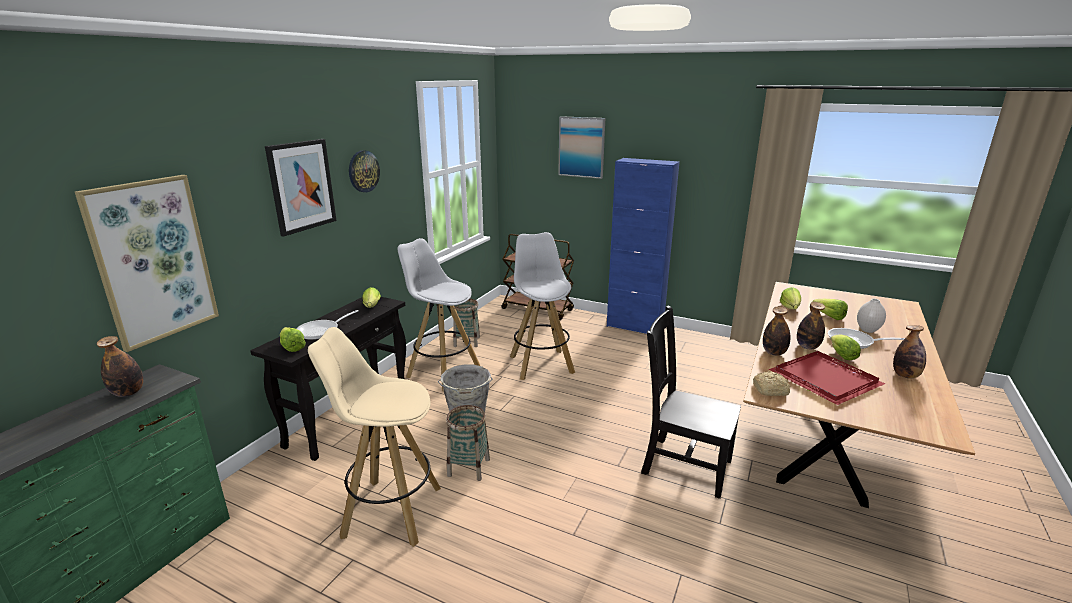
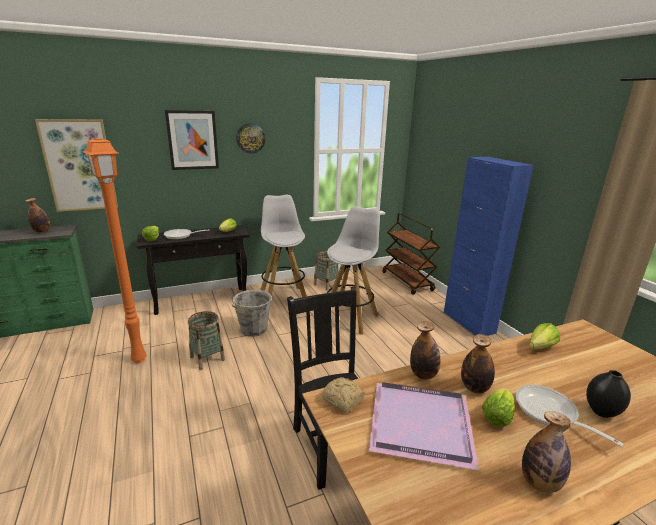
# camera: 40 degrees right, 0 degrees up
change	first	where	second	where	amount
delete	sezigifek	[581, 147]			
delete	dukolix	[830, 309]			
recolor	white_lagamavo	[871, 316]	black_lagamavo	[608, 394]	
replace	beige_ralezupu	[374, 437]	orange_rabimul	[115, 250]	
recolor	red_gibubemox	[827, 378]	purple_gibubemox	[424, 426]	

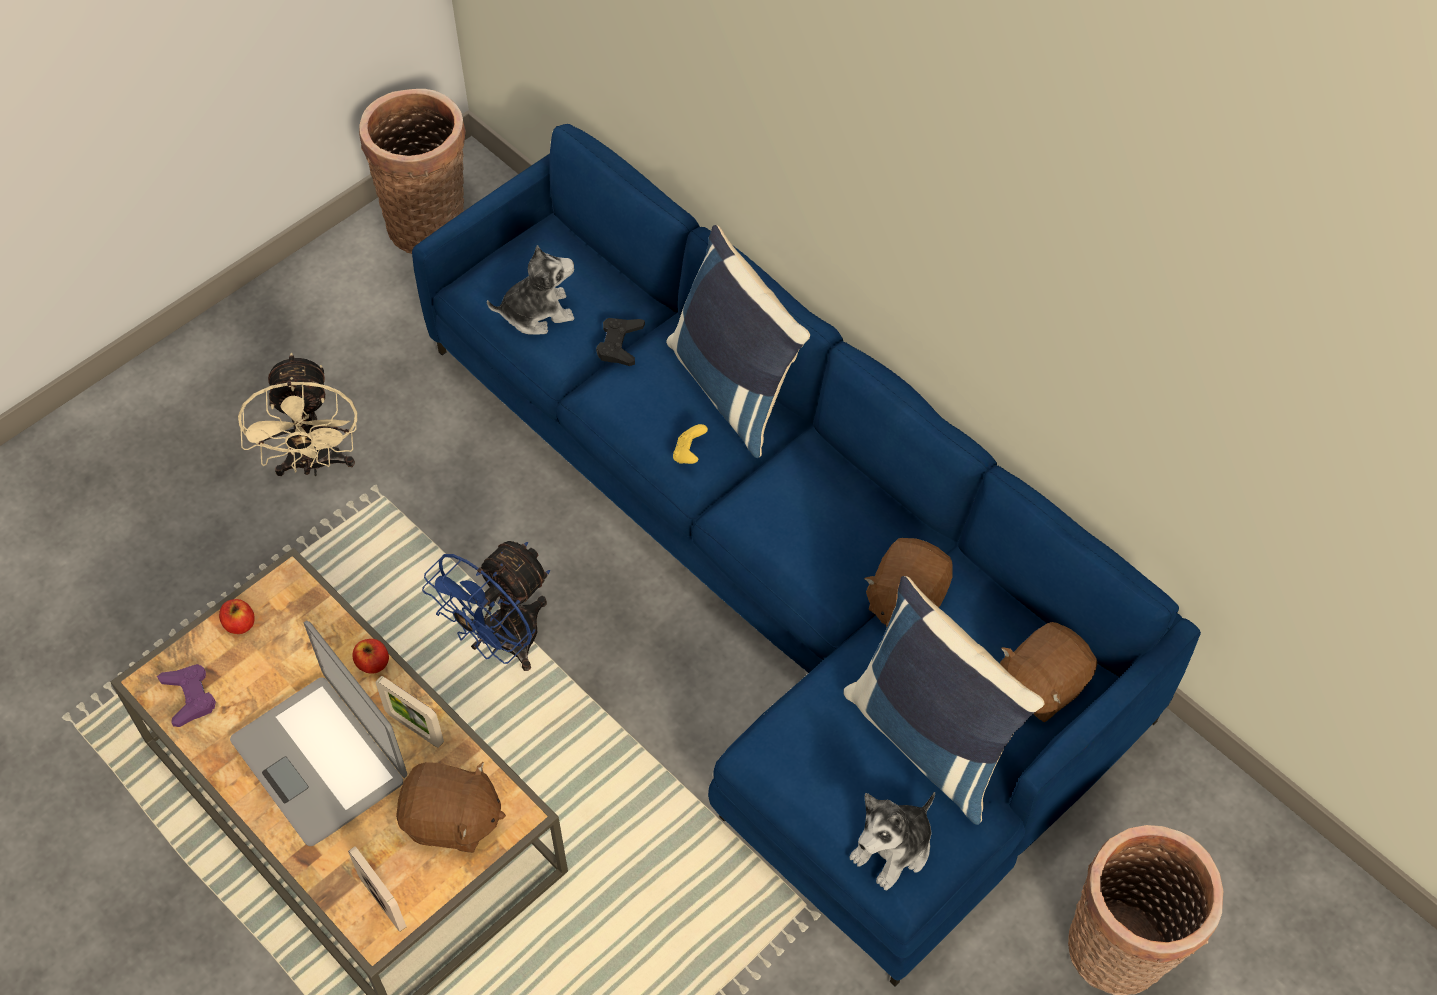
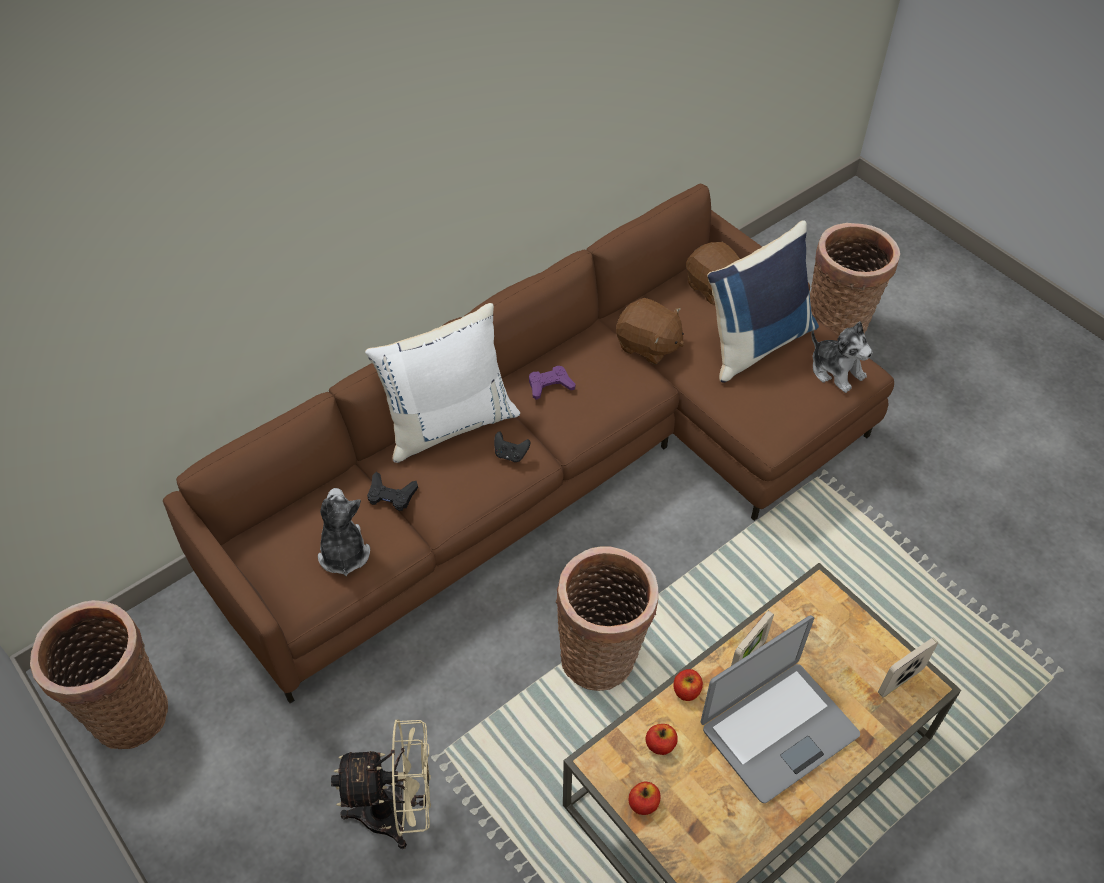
# camera: 85 degrees left, 5 degrees down
change	first	where	second	where	amount
recolor	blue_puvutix	[806, 555]	brown_puvutix	[528, 443]	
recolor	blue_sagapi	[738, 341]	white_sagapi	[442, 383]	
recolor	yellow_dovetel	[690, 444]	black_dovetel	[512, 446]	
replace	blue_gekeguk	[486, 606]	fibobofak	[607, 619]	
move	purple_dovetel	[186, 695]		[552, 383]	
delete	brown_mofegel	[451, 807]			
insert			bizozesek	[662, 739]	

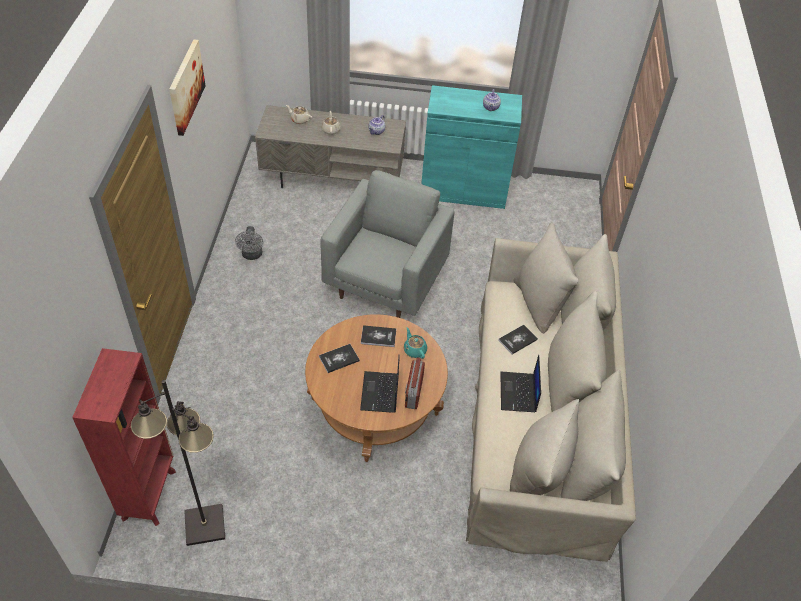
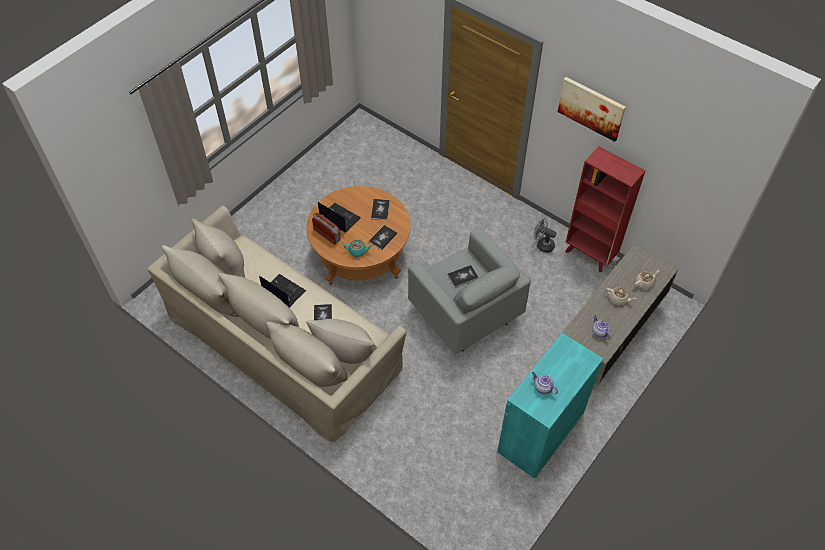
# camera: 125 degrees right, 5 degrees up
change	first	where	second	where	amount
move	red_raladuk	[124, 437]		[605, 209]	
delete	black_rabimul	[178, 463]			
insert			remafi	[463, 276]	

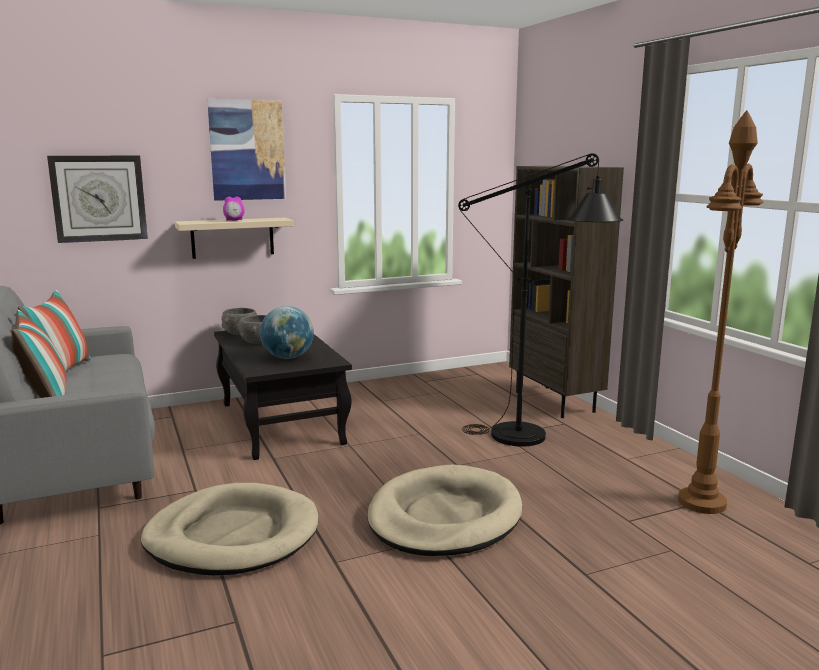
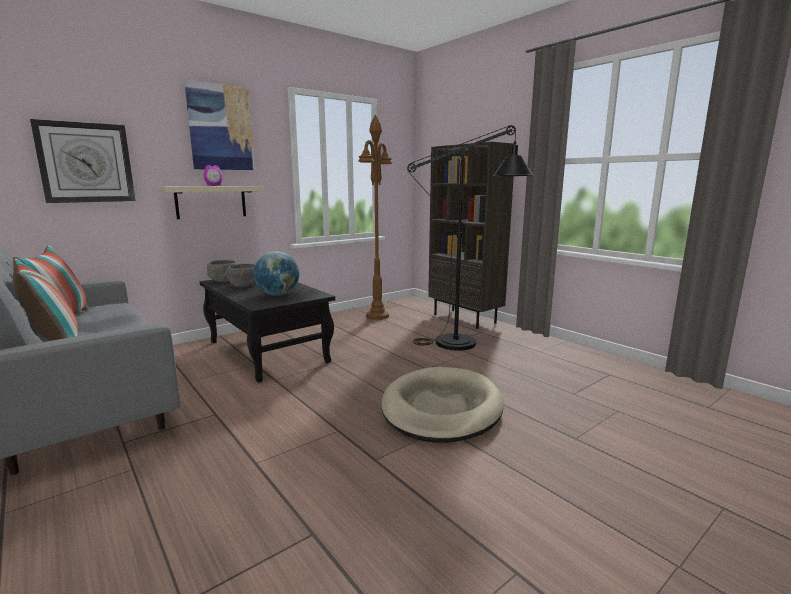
# camera: 15 degrees left, 0 degrees up
change	first	where	second	where	amount
move	brown_rabimul	[720, 312]		[375, 217]	
delete	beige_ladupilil	[229, 529]			

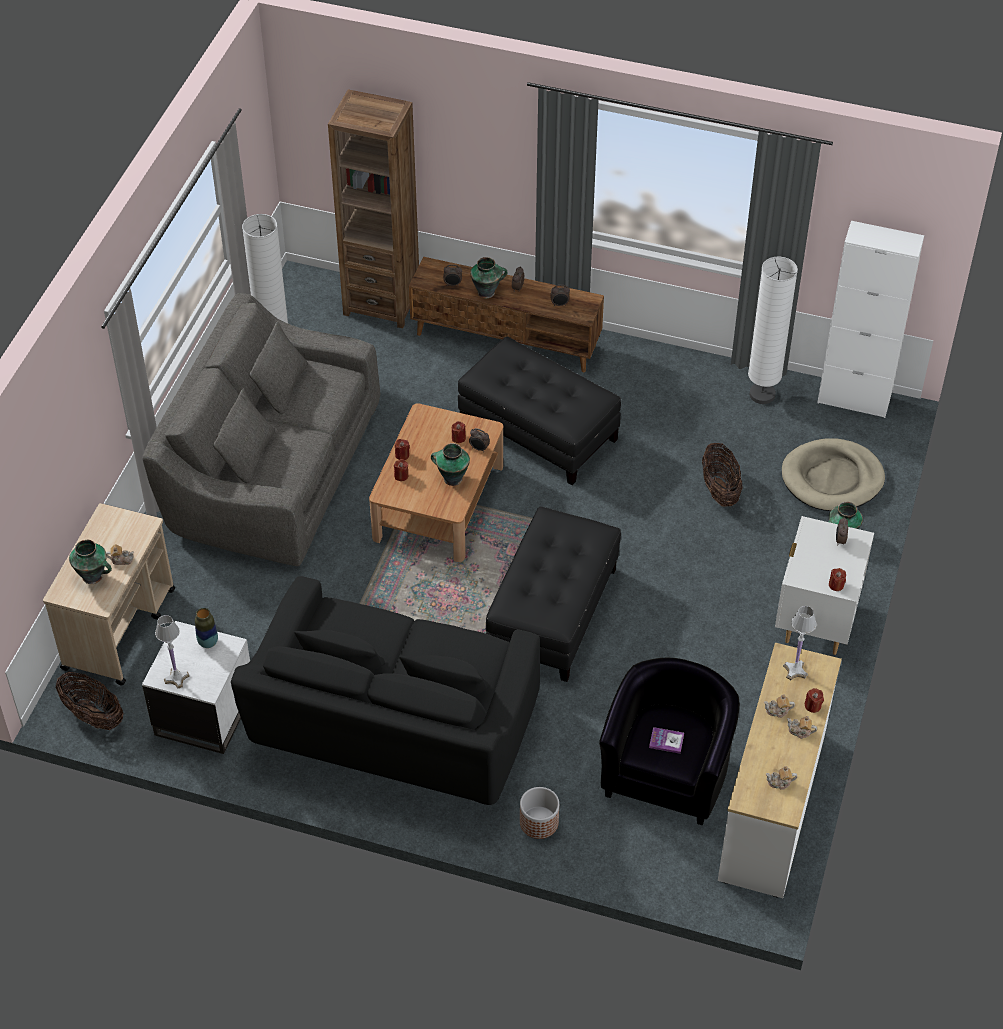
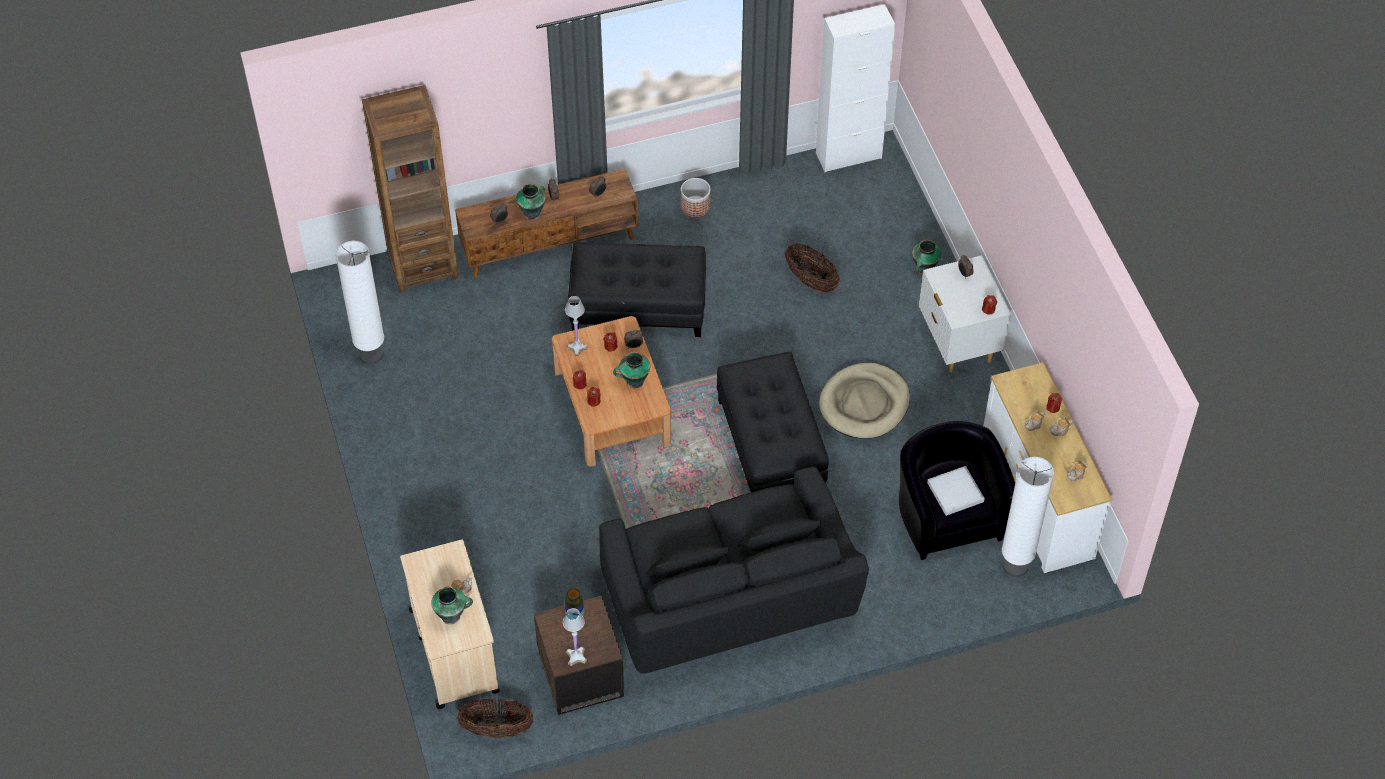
# camera: 35 degrees left, 5 degrees up
change	first	where	second	where	amount
move	white_rabimul	[773, 330]		[1028, 517]	
delete	grey_puvutix	[261, 429]			
move	beige_ladupilil	[833, 474]		[864, 401]	
move	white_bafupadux	[800, 643]		[576, 326]	
recolor	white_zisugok	[196, 687]	brown_zisugok	[579, 655]	
replace	remafi	[666, 740]	white_gibubemox	[956, 491]	
move	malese	[539, 813]		[696, 198]	

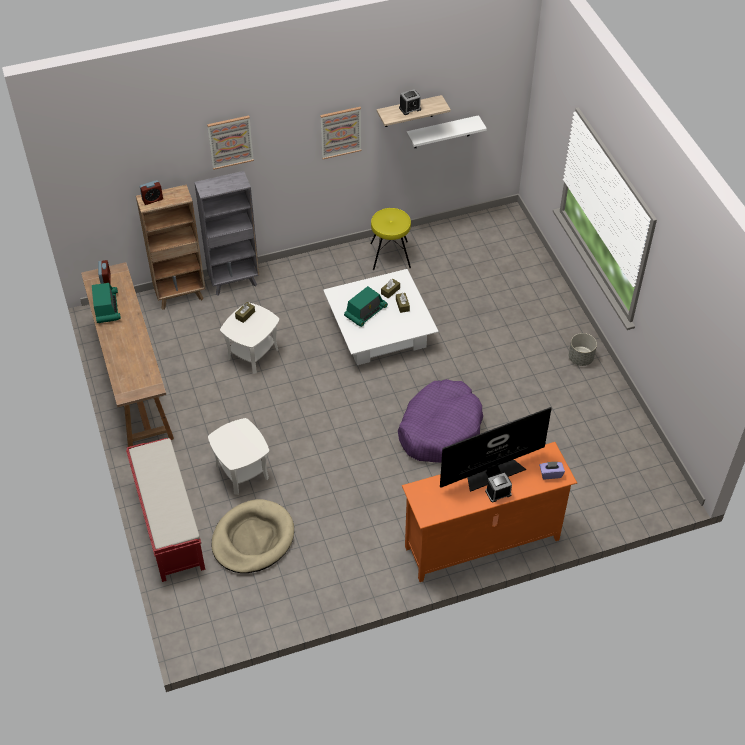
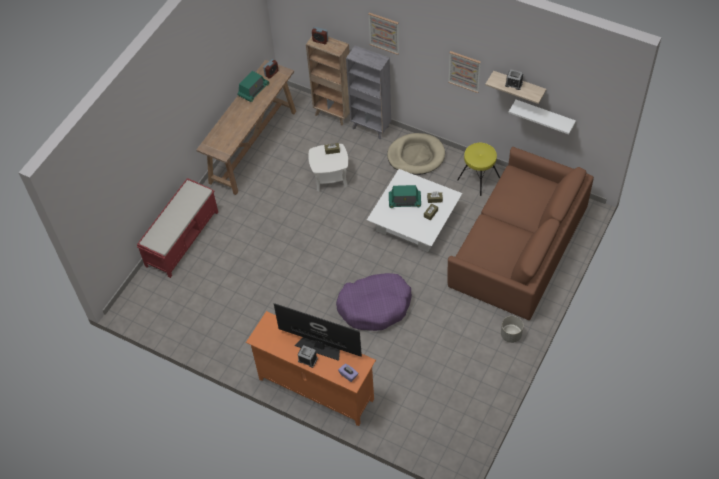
# camera: 50 degrees right, 5 degrees up
change	first	where	second	where	amount
delete	white_zisugok	[238, 456]			
move	beige_ladupilil	[253, 536]		[416, 154]	
insert			brown_puvutix	[520, 233]	

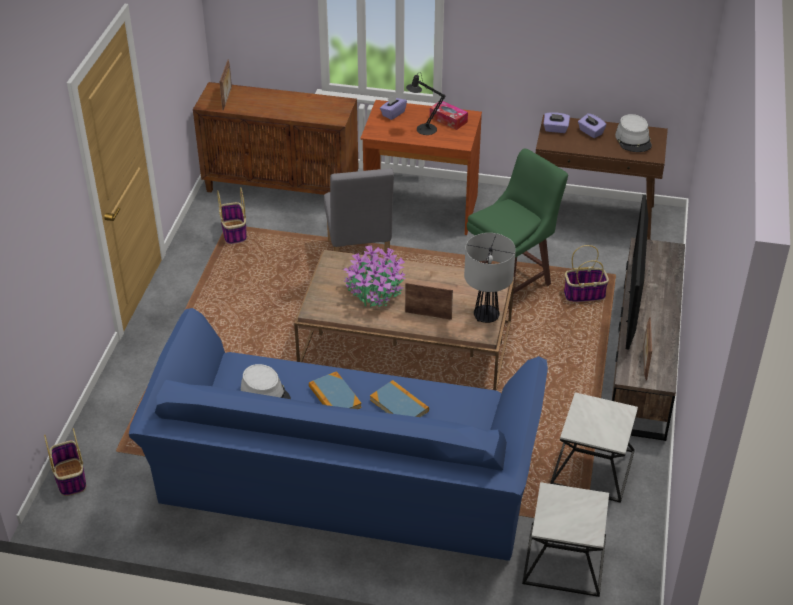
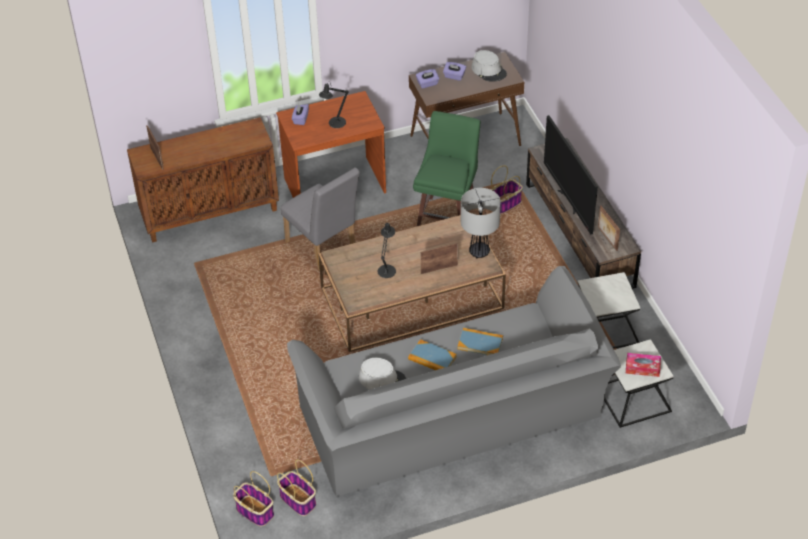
# camera: 30 degrees left, 5 degrees up
change	first	where	second	where	amount
move	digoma	[449, 115]		[643, 365]	
move	fibobofak	[232, 215]		[296, 487]	
replace	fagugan	[375, 276]	black_bafupadux	[387, 250]	
recolor	blue_puvutix	[338, 434]	grey_puvutix	[454, 381]	

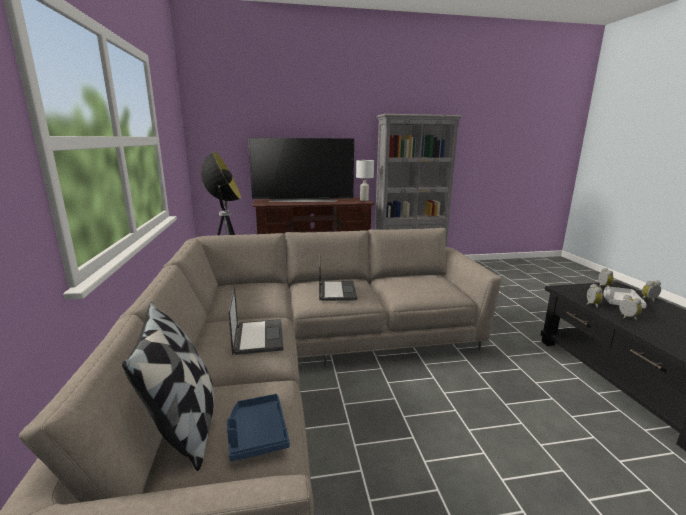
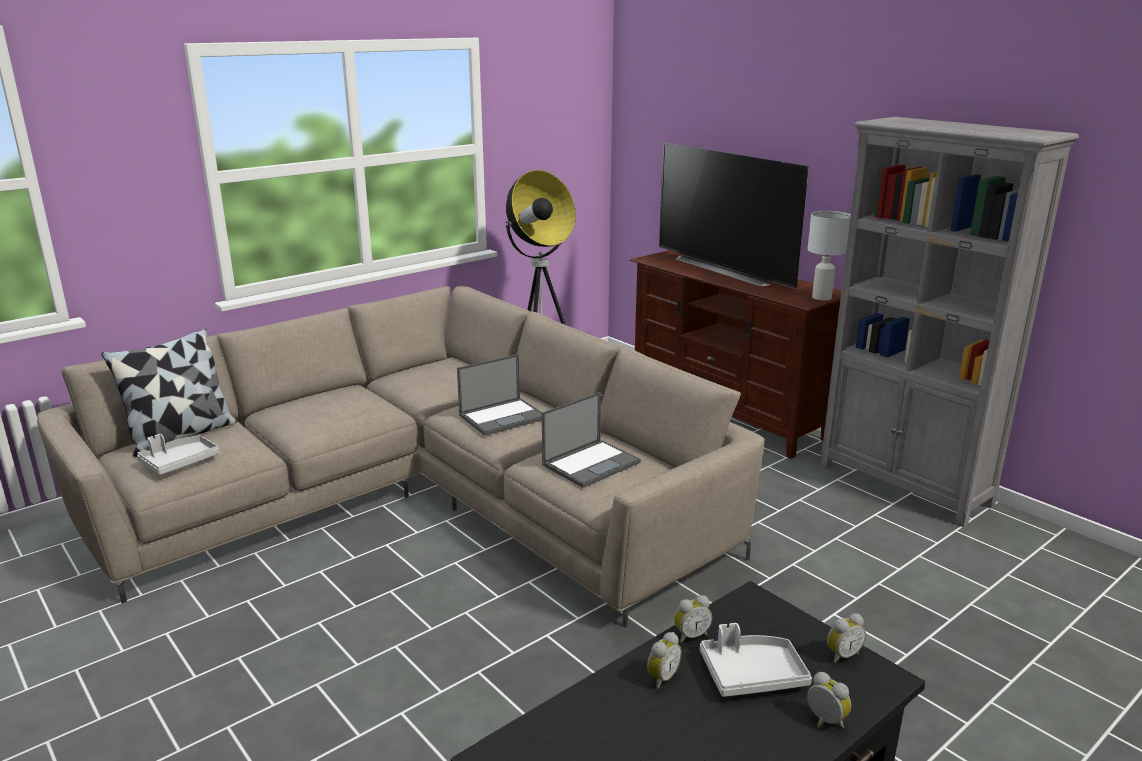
# camera: 60 degrees right, 5 degrees up
change	first	where	second	where	amount
move	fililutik	[255, 320]		[591, 440]	
recolor	blue_gibubemox	[258, 427]	grey_gibubemox	[178, 454]	

